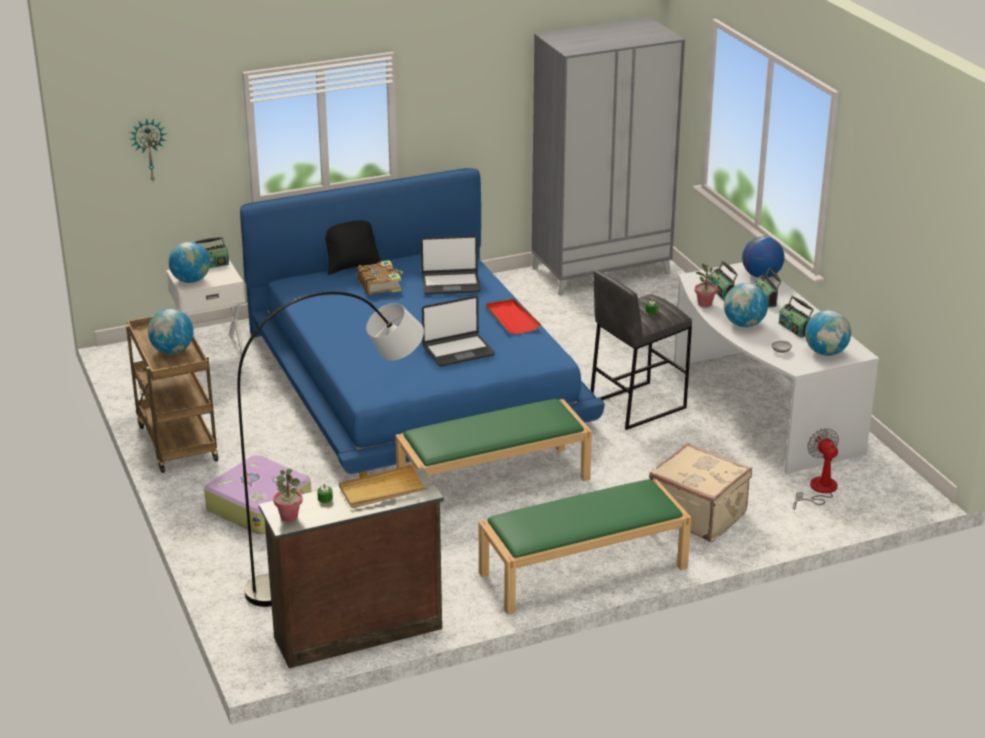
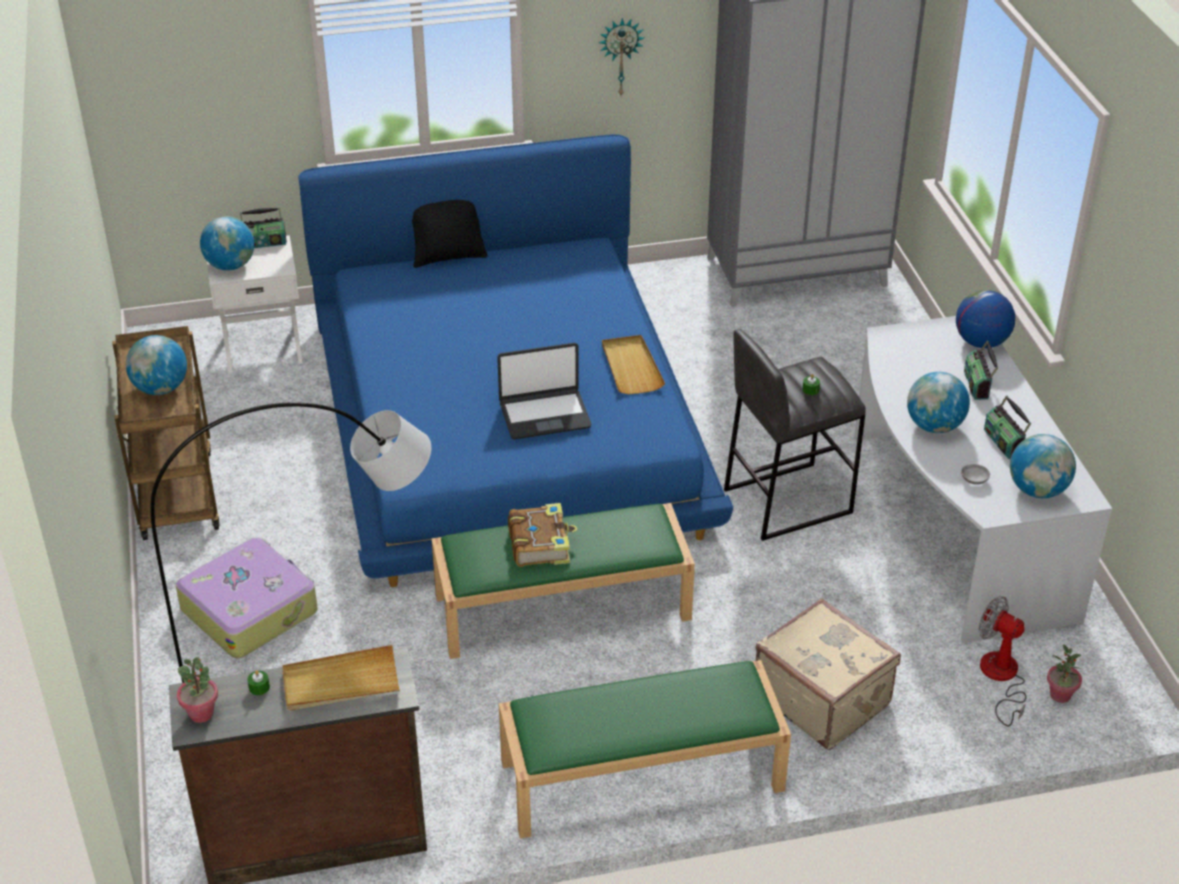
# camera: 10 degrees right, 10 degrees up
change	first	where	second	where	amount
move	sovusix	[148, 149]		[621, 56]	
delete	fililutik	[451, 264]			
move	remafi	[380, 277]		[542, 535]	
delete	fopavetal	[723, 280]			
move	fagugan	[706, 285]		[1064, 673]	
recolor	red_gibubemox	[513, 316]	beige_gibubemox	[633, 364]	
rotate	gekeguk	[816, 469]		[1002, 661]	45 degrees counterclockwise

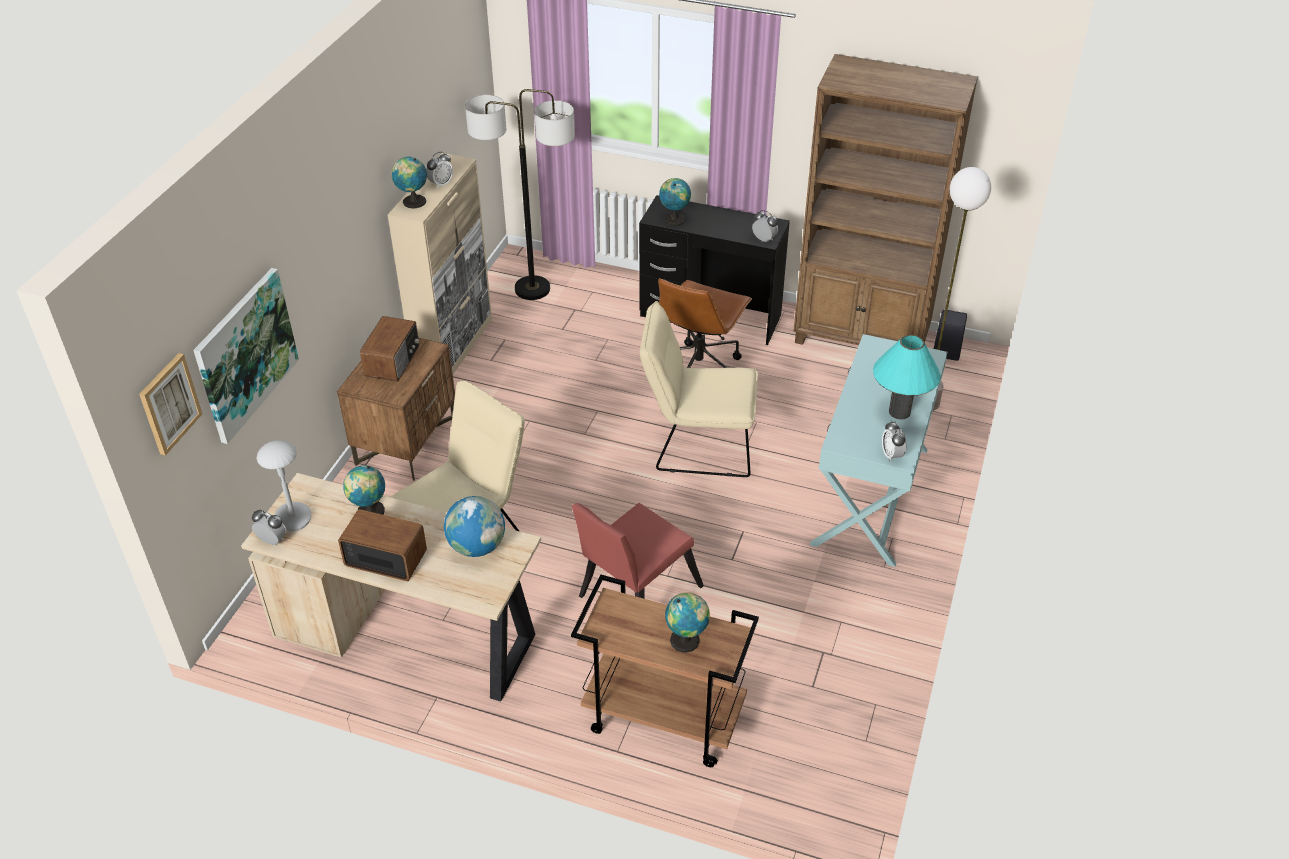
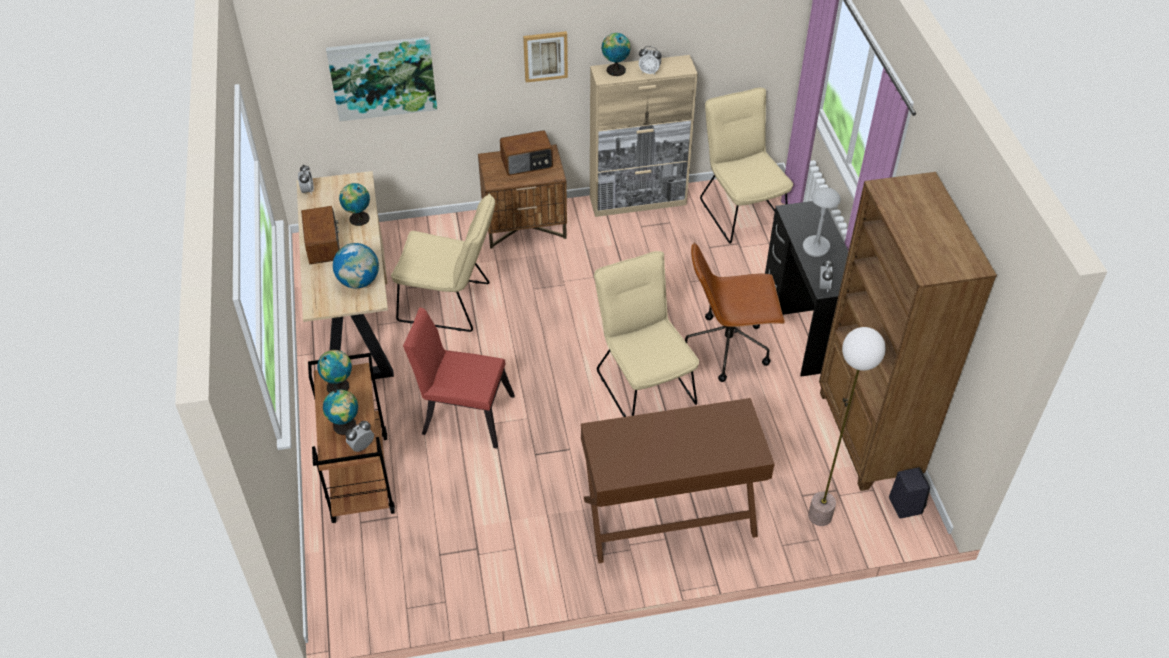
# camera: 60 degrees right, 5 degrees up
change	first	where	second	where	amount
replace	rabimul	[520, 194]	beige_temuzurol	[746, 166]	
move	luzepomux	[675, 202]		[334, 371]	
recolor	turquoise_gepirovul	[879, 450]	brown_gepirovul	[678, 480]	
delete	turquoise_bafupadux	[907, 377]			
move	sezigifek	[170, 404]		[545, 57]	
move	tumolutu	[894, 441]		[360, 436]	
move	grey_bafupadux	[284, 485]		[822, 222]	

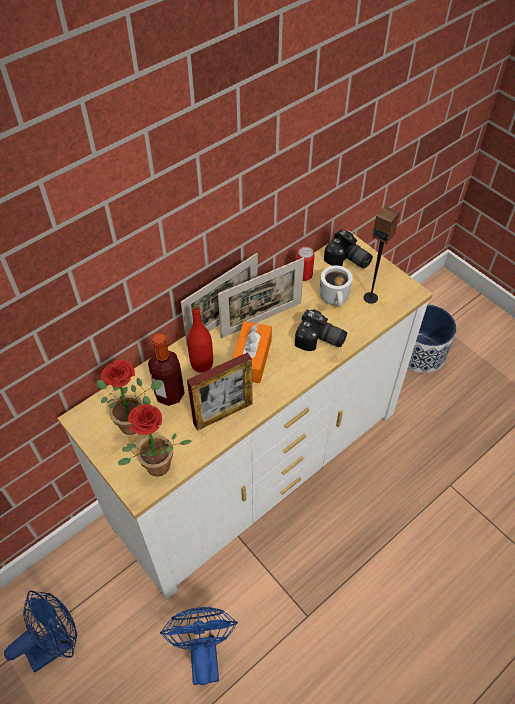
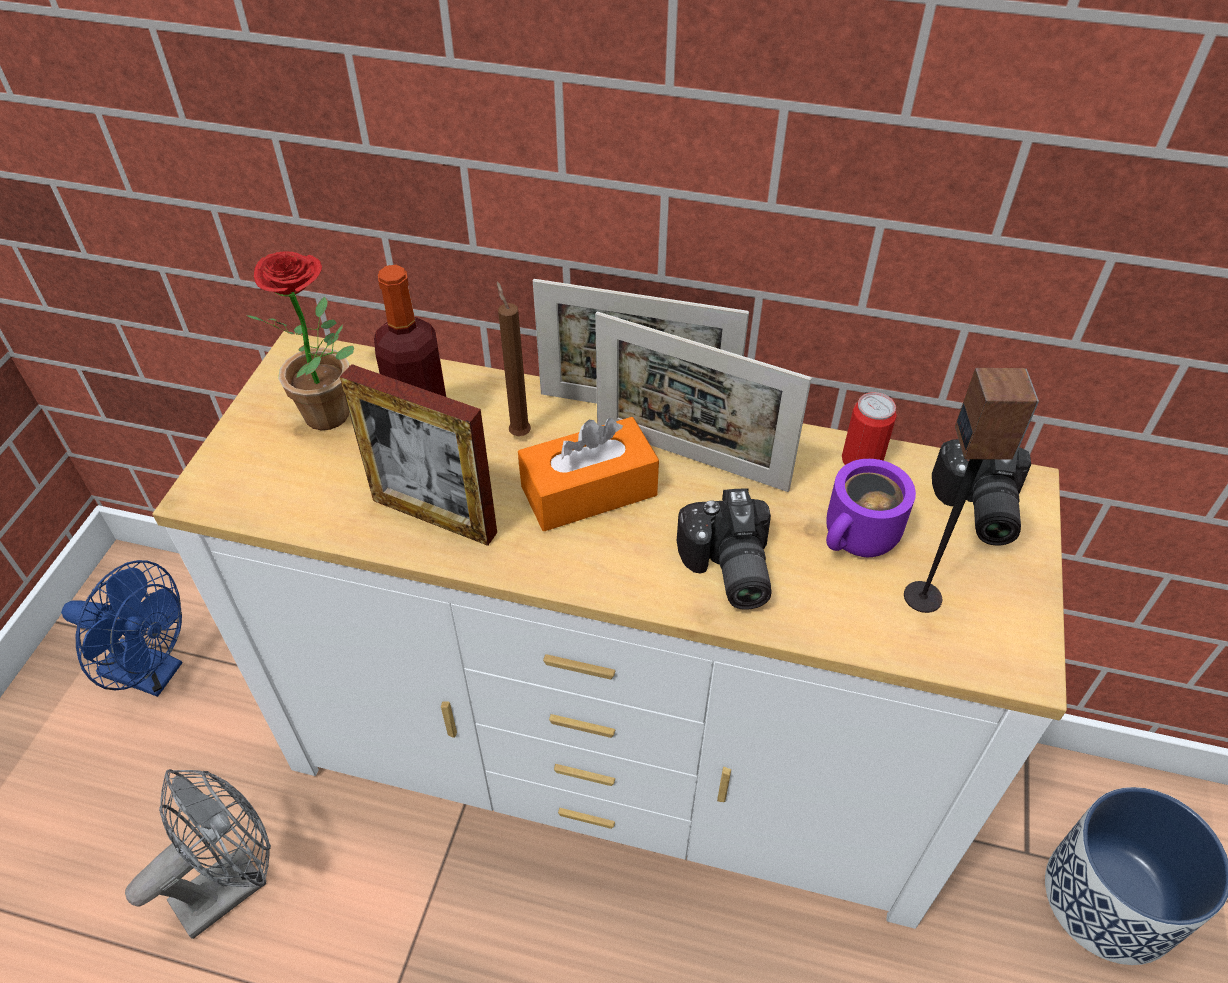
# camera: 55 degrees right, 5 degrees down
change	first	where	second	where	amount
recolor	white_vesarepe	[336, 286]	purple_vesarepe	[871, 508]	
replace	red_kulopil	[200, 338]	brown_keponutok	[514, 358]	
delete	fagugan	[155, 440]			
recolor	blue_gekeguk	[199, 646]	grey_gekeguk	[198, 854]	

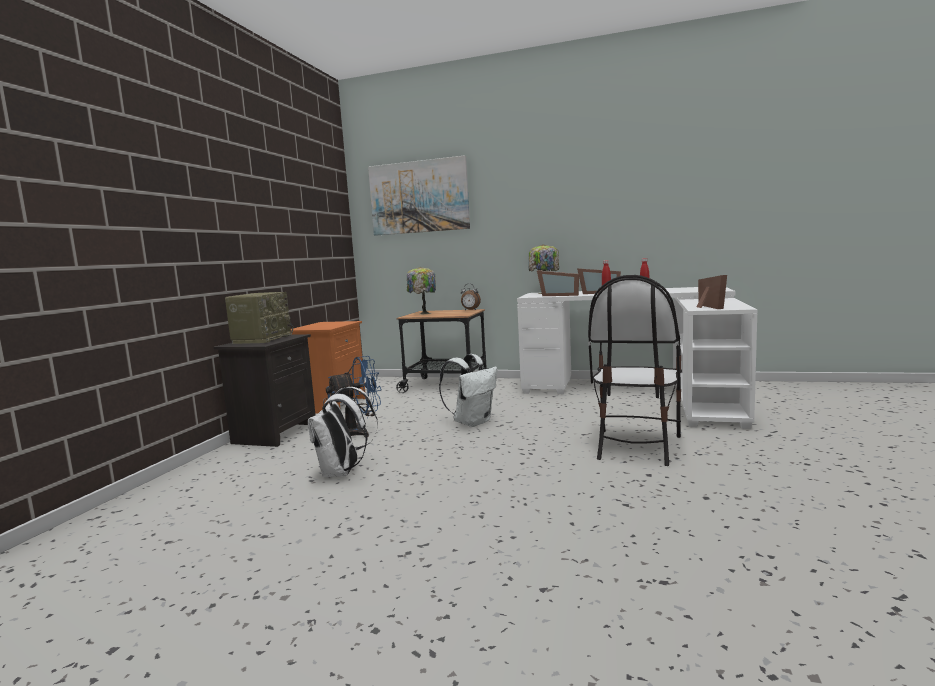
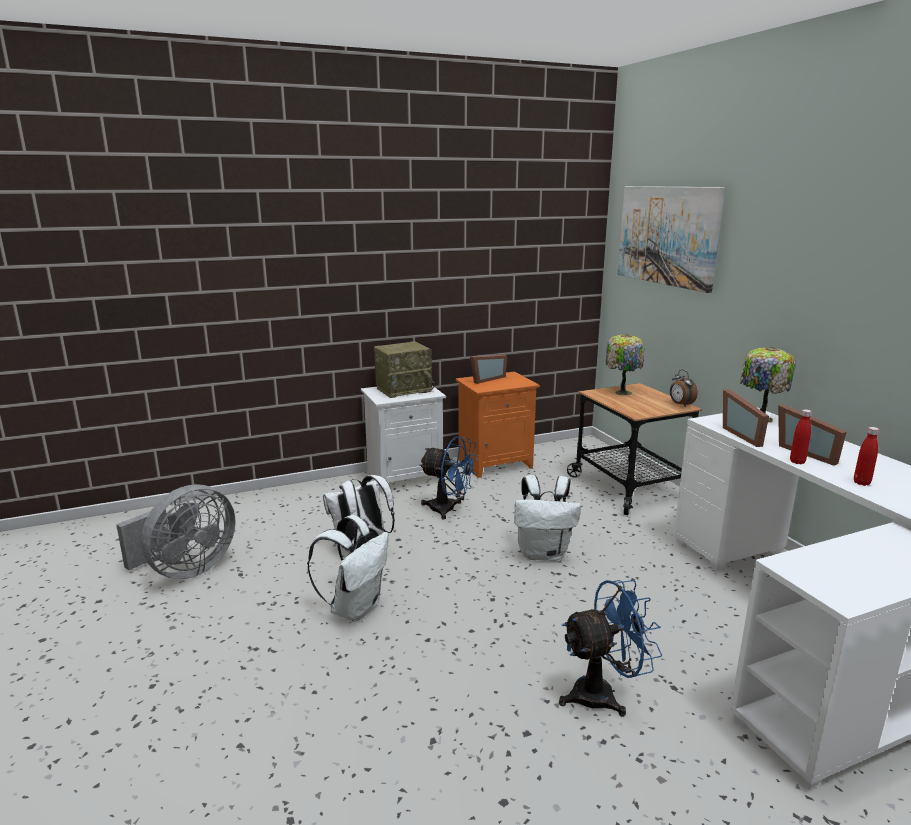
# camera: 50 degrees right, 10 degrees up
change	first	where	second	where	amount
replace	temuzurol	[635, 370]	blue_gekeguk	[610, 648]	
move	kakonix	[711, 292]		[488, 369]	
recolor	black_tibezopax	[265, 390]	white_tibezopax	[403, 439]	
insert			grey_gekeguk	[176, 531]	
insert			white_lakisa	[348, 568]	

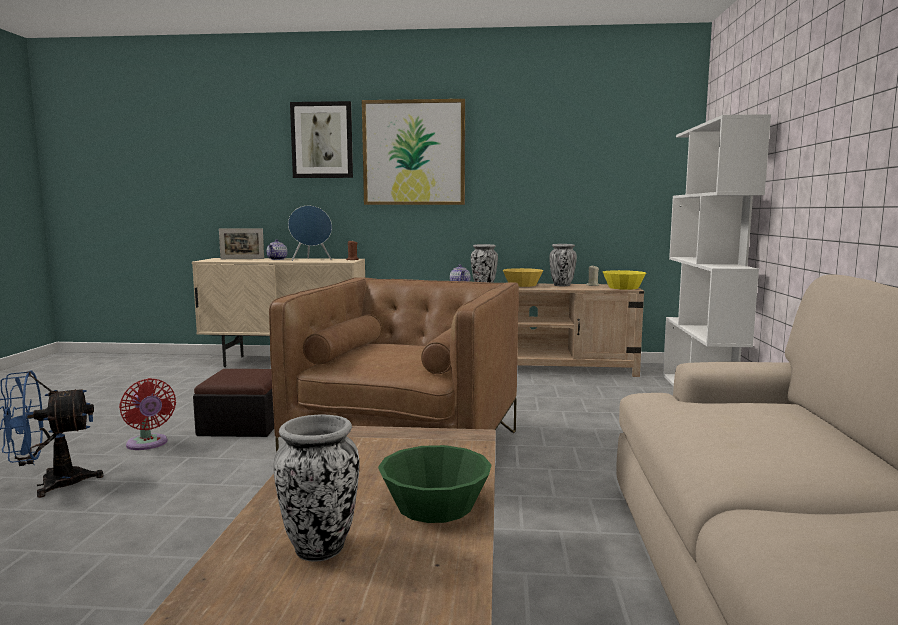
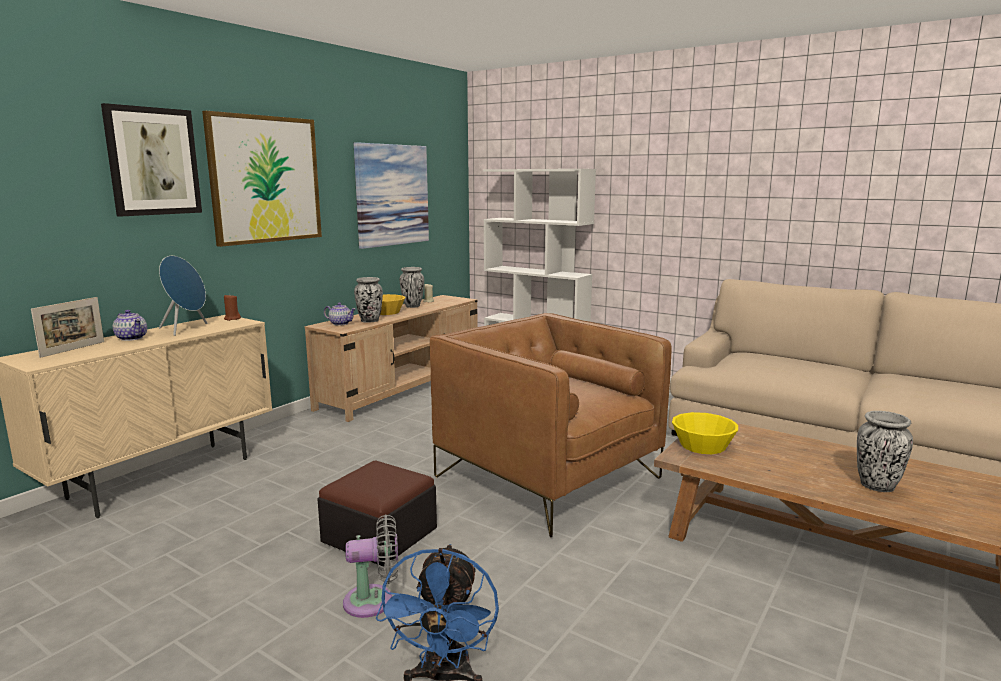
# camera: 60 degrees left, 5 degrees up
change	first	where	second	where	amount
move	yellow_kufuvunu	[624, 280]		[705, 433]	
recolor	red_gekeguk	[147, 414]	grey_gekeguk	[370, 566]	
delete	green_kufuvunu	[435, 484]			
insert			sezigifek	[391, 195]	

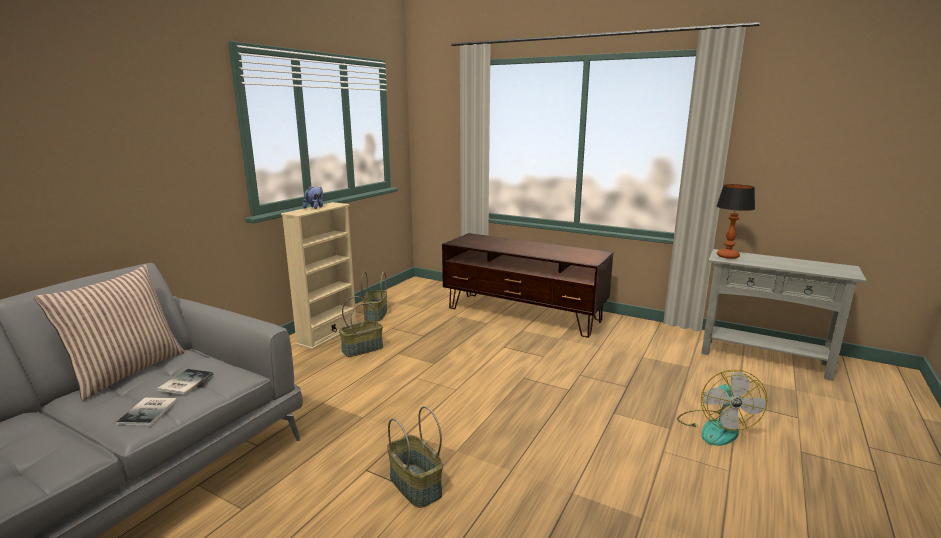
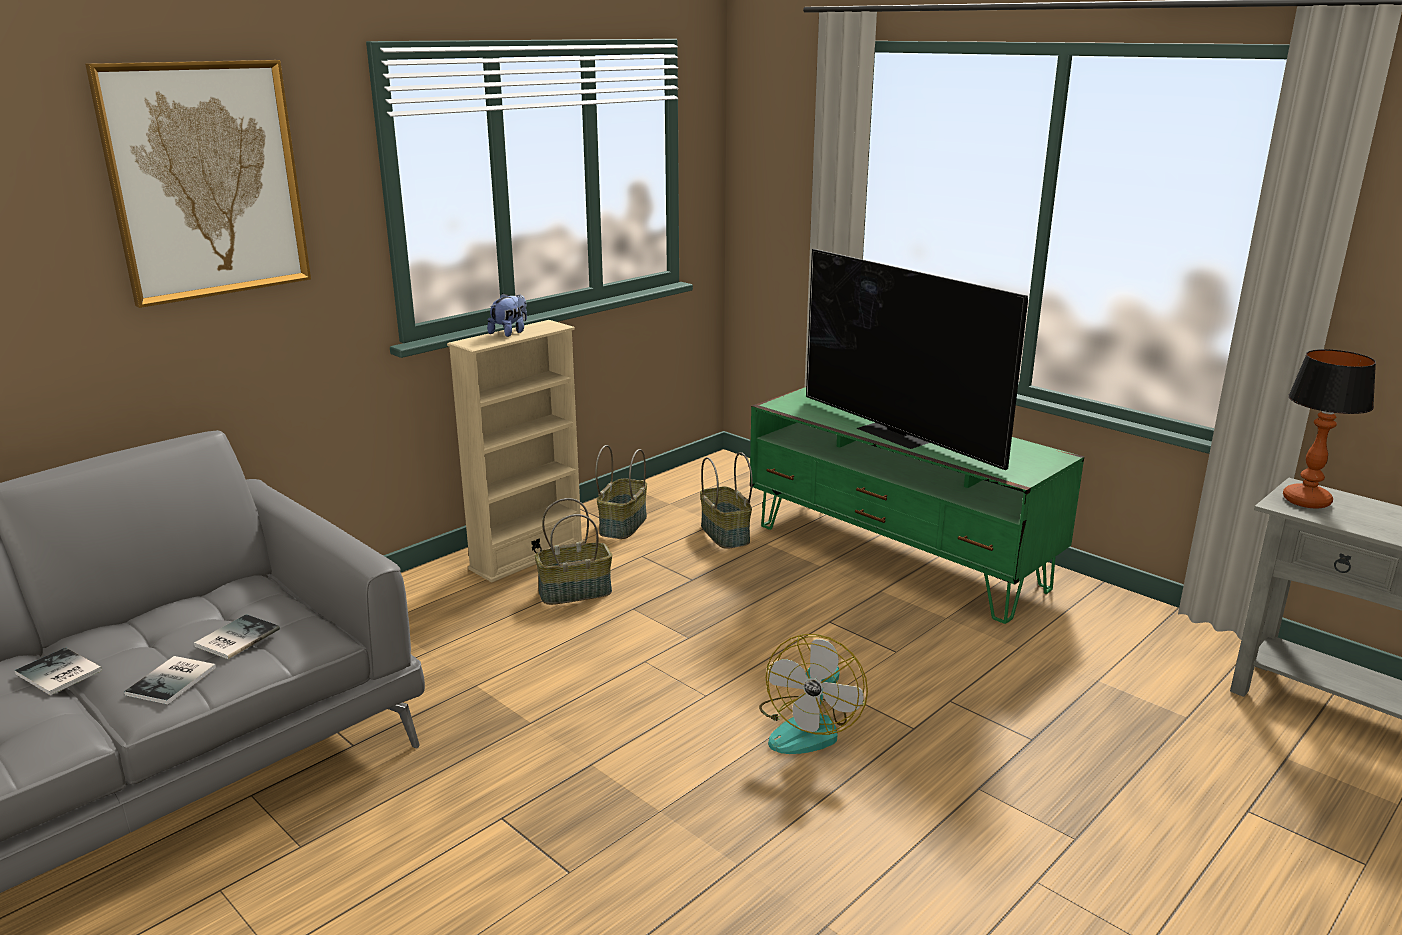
# camera: 15 degrees right, 5 degrees up
change	first	where	second	where	amount
recolor	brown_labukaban	[527, 285]	green_labukaban	[917, 505]	
delete	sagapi	[109, 333]			
move	gekeguk	[722, 408]		[813, 694]	
move	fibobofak	[415, 457]		[726, 500]	
insert			sezigifek	[198, 184]	
insert			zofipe	[917, 359]	
insert			remafi	[58, 671]	

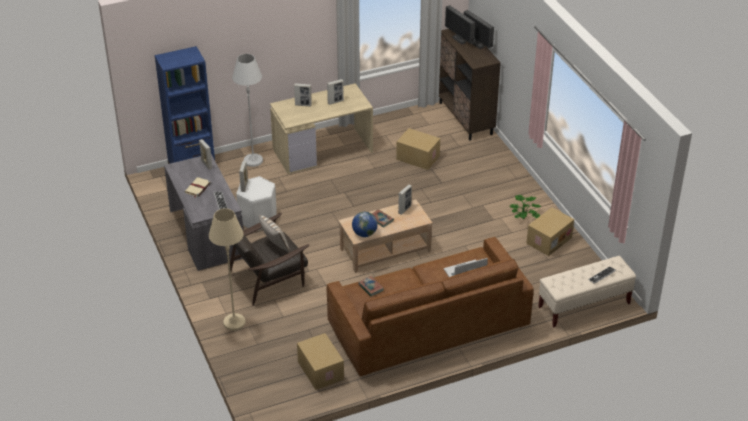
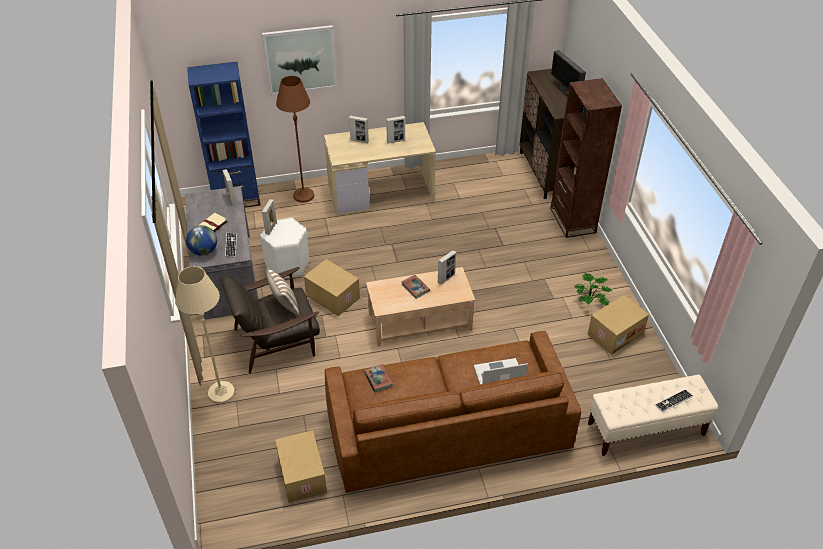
# camera: 10 degrees right, 5 degrees up
change	first	where	second	where	amount
delete	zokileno	[460, 24]			
recolor	white_rabimul	[247, 110]	brown_rabimul	[295, 139]	
move	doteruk	[418, 149]		[332, 287]	
move	luzepomux	[365, 224]		[201, 240]	
insert			sezigifek	[299, 60]	
insert			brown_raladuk	[586, 158]	

